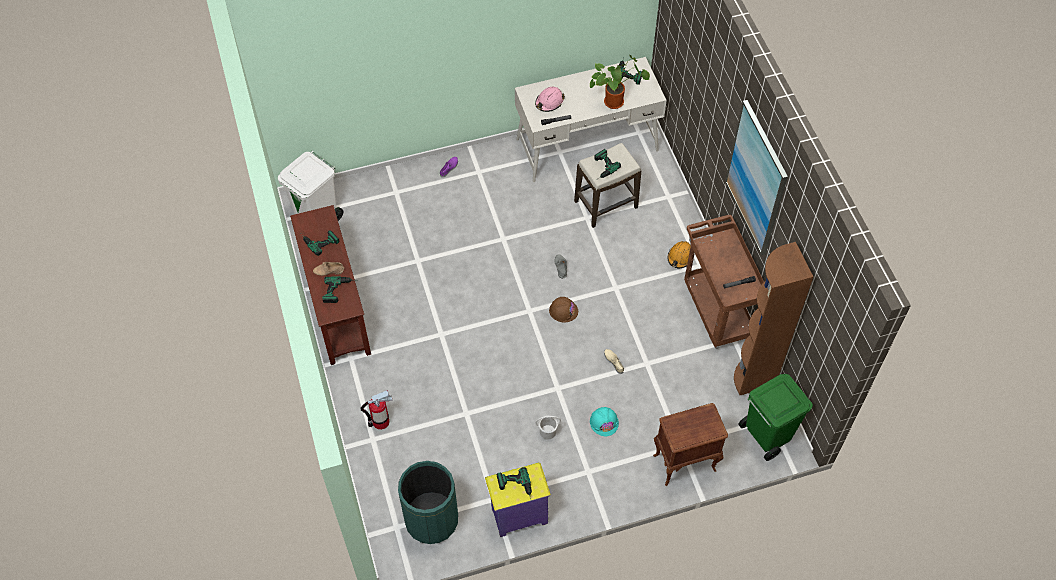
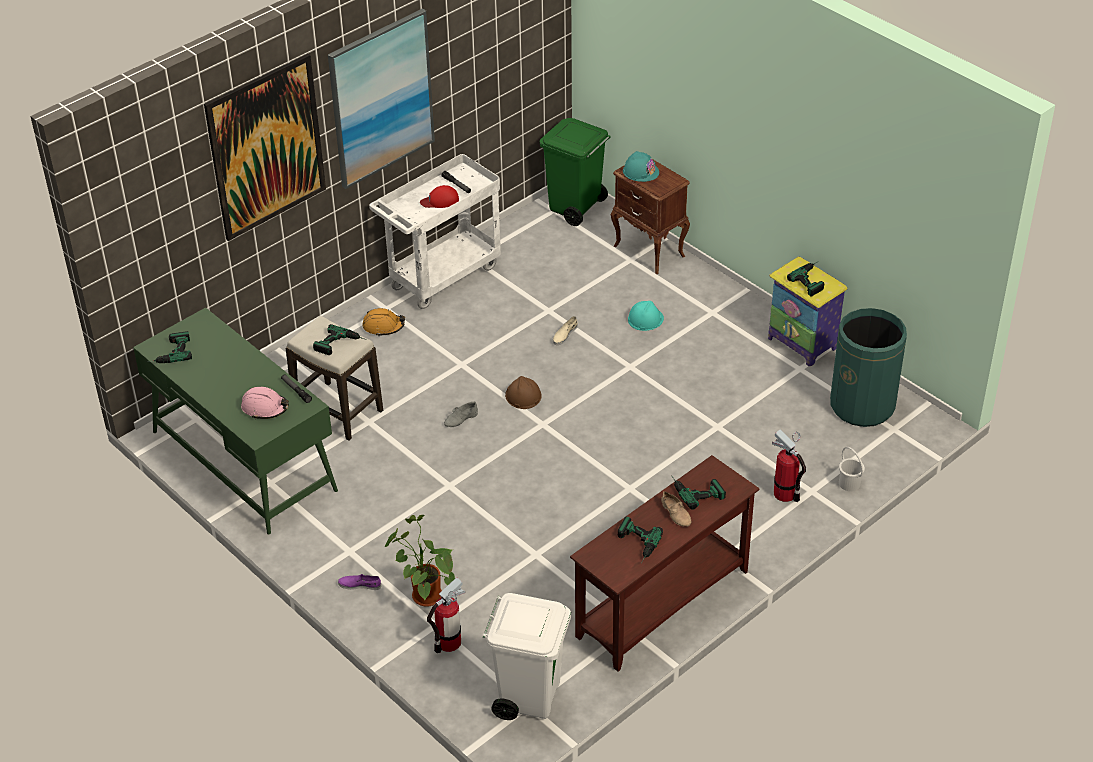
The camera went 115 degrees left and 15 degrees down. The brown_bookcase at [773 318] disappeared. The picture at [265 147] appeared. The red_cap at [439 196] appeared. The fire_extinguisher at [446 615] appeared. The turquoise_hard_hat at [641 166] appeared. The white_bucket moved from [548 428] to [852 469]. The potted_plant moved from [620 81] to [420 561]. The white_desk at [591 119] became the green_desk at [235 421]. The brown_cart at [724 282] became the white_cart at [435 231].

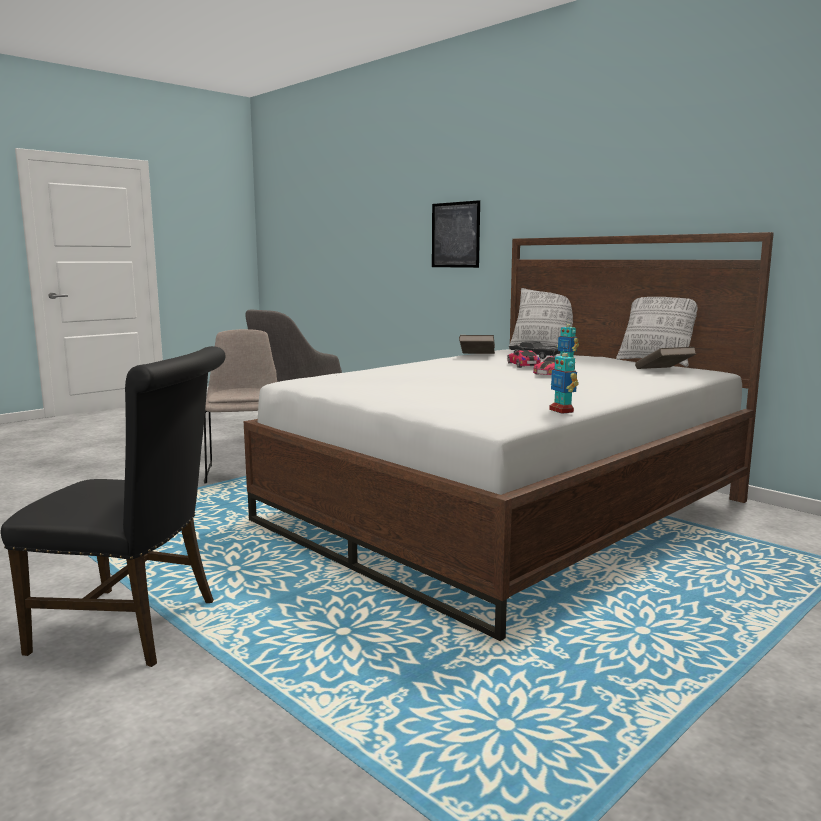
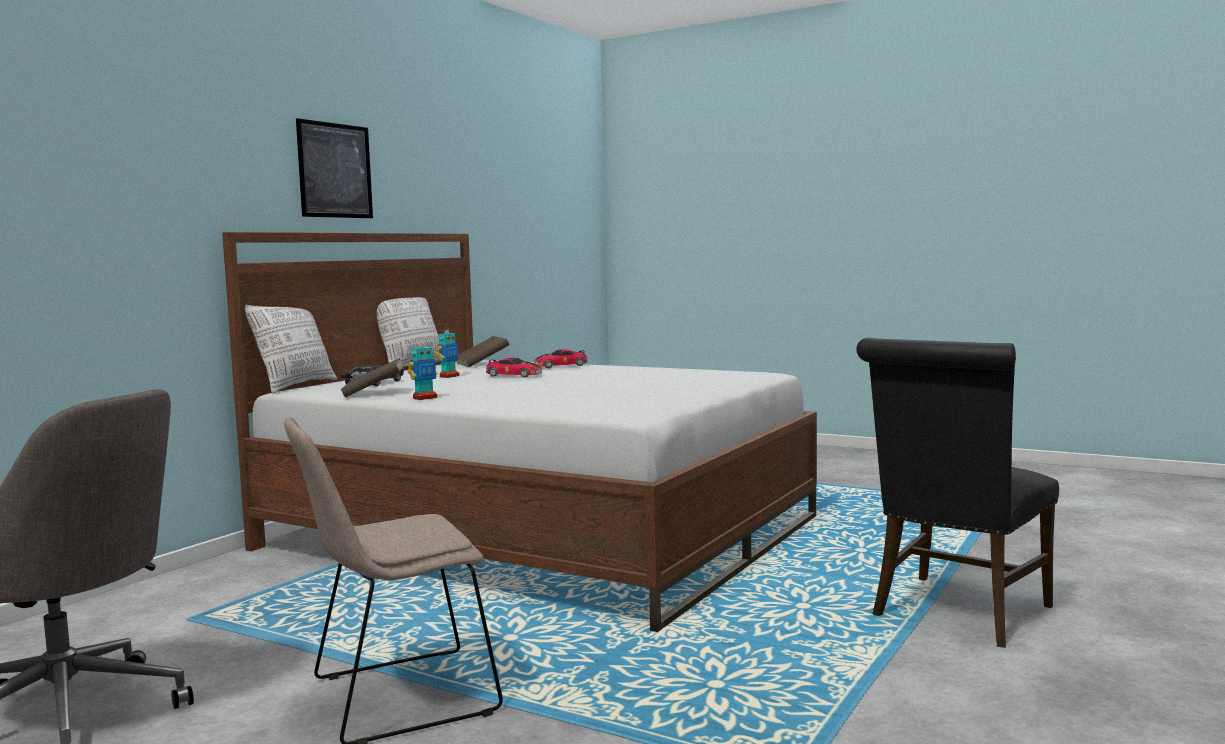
The camera went 105 degrees left and 5 degrees down. The picture moved from [456 234] to [334 168]. The toy_car moved from [524 359] to [561 358]. The toy_robot moved from [564 380] to [423 369]. The black_chair at [113 506] turned 135 degrees counterclockwise.

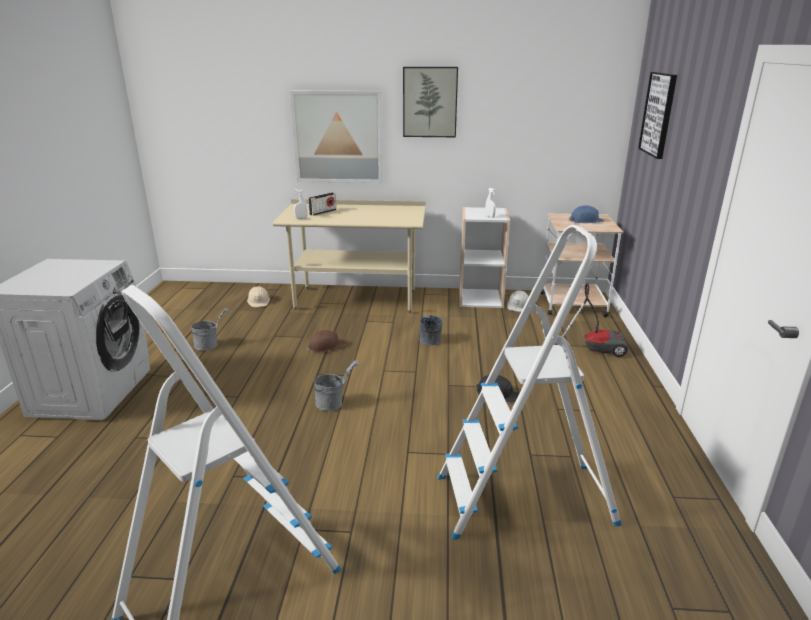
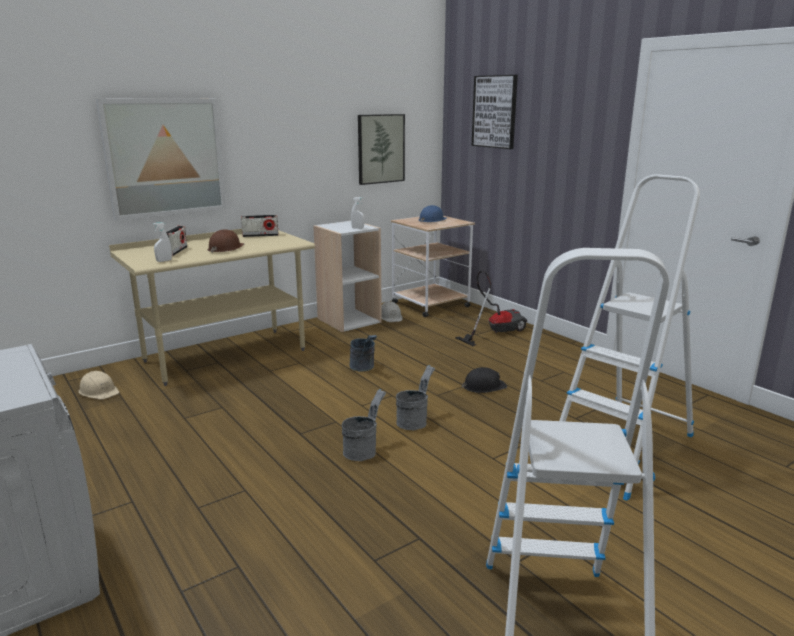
The camera went 40 degrees left and 5 degrees down. The radio at [260 226] appeared. The grey_bucket moved from [210 329] to [415 397]. The brown_hard_hat moved from [326 341] to [226 241]. The picture moved from [430 102] to [381 149].

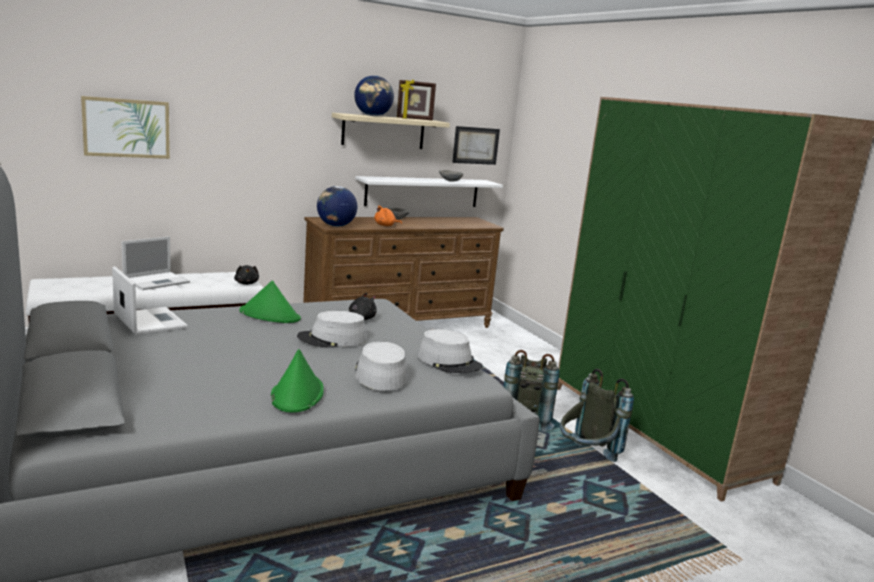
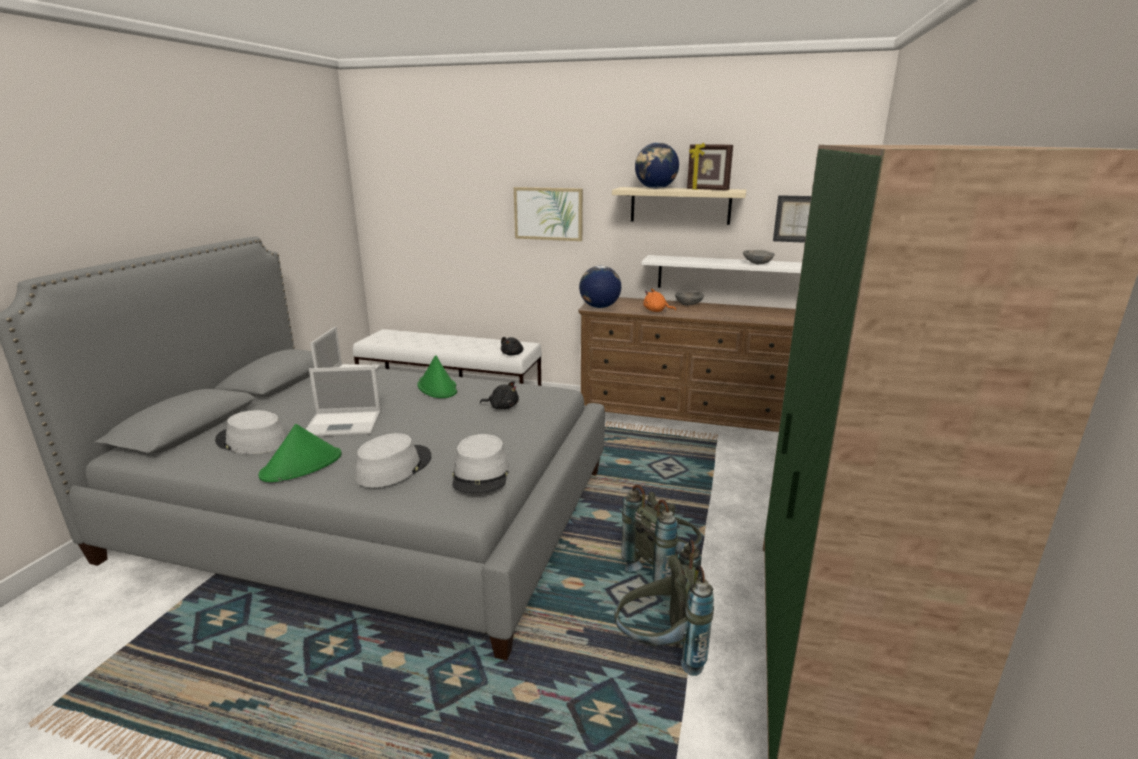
The camera went 45 degrees right and 5 degrees up. The picture moved from [125 127] to [548 214]. The laptop moved from [156 263] to [343 401]. The grey_hat moved from [332 329] to [251 432].

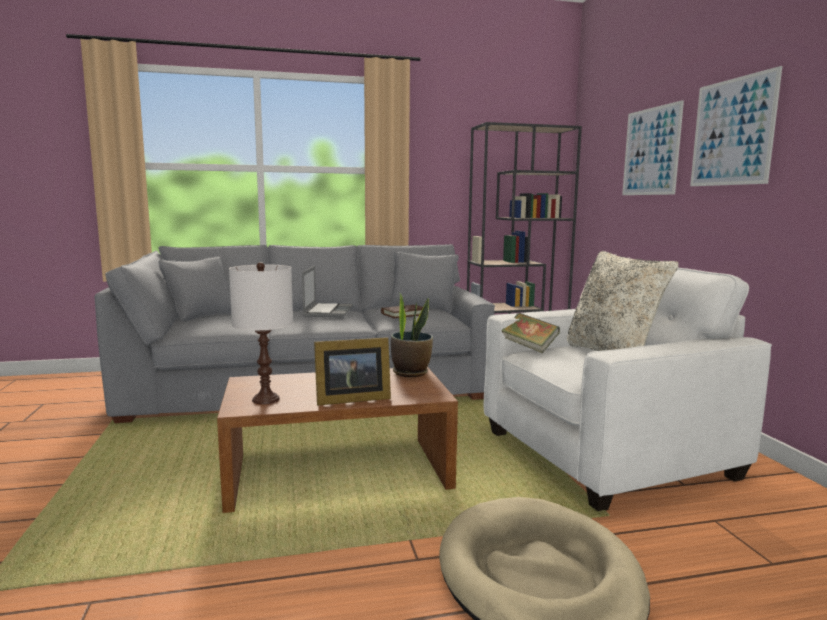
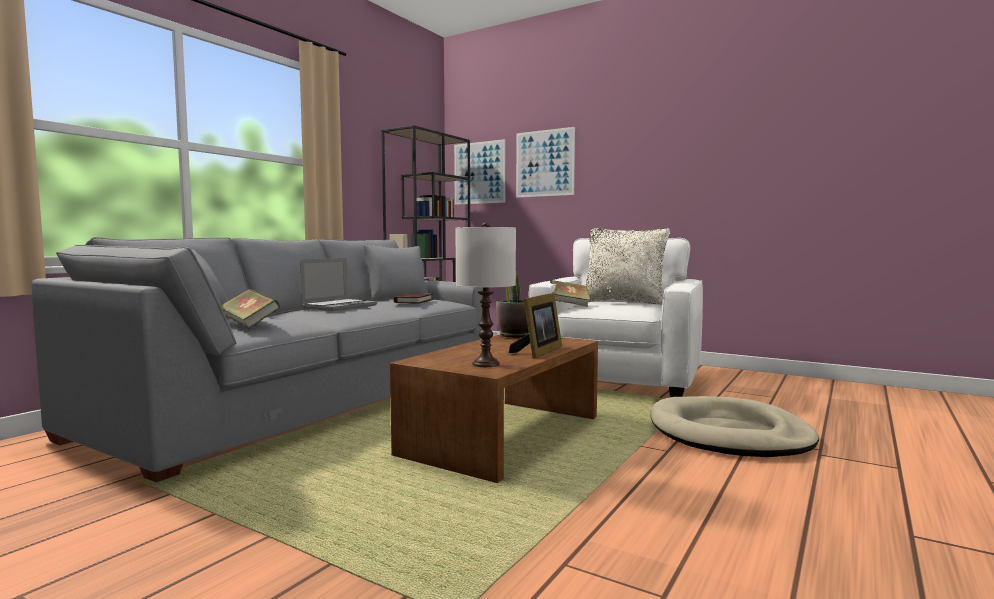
The camera went 45 degrees left and 5 degrees down. The book at [250 308] appeared. The picture moved from [736 126] to [479 172]. The laptop at [327 291] turned 75 degrees clockwise.

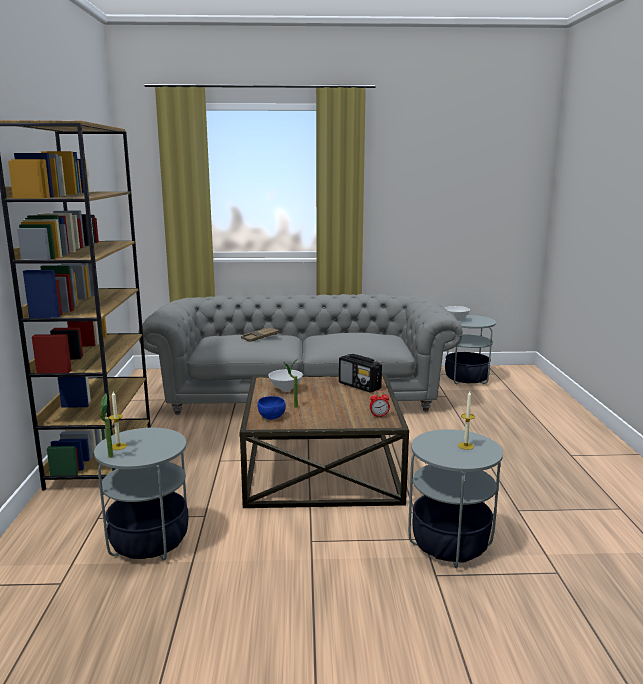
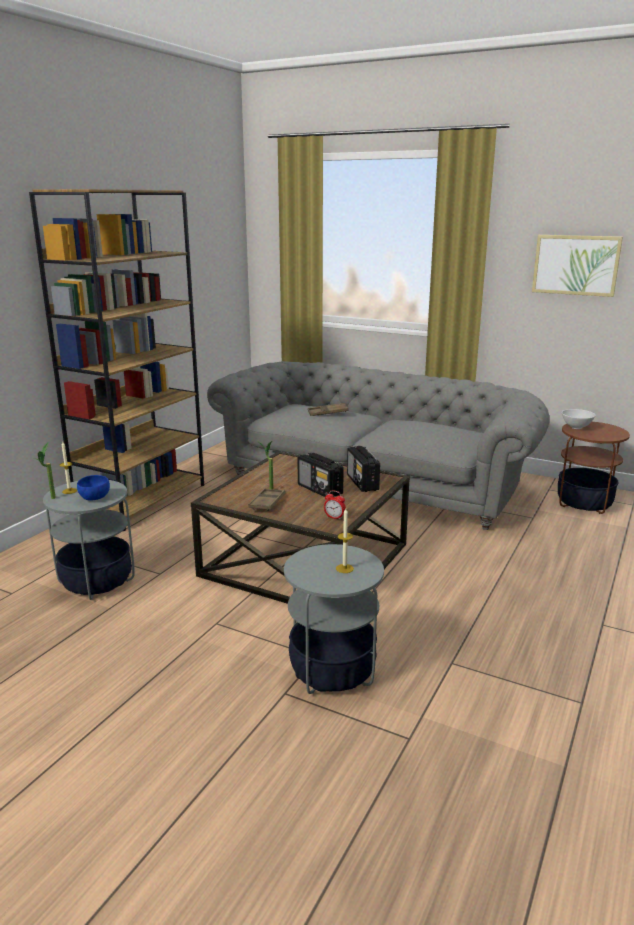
The camera went 30 degrees right and 5 degrees up. The white_bowl at [286 380] disappeared. The brown_tray at [266 499] appeared. The radio at [321 475] appeared. The picture at [577 266] appeared. The blue_bowl moved from [271 408] to [93 488]. The grey_side_table at [470 350] became the brown_side_table at [594 468].

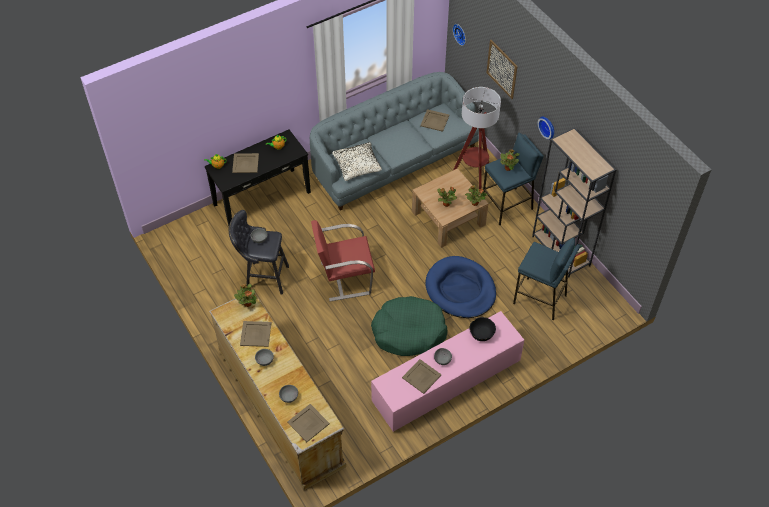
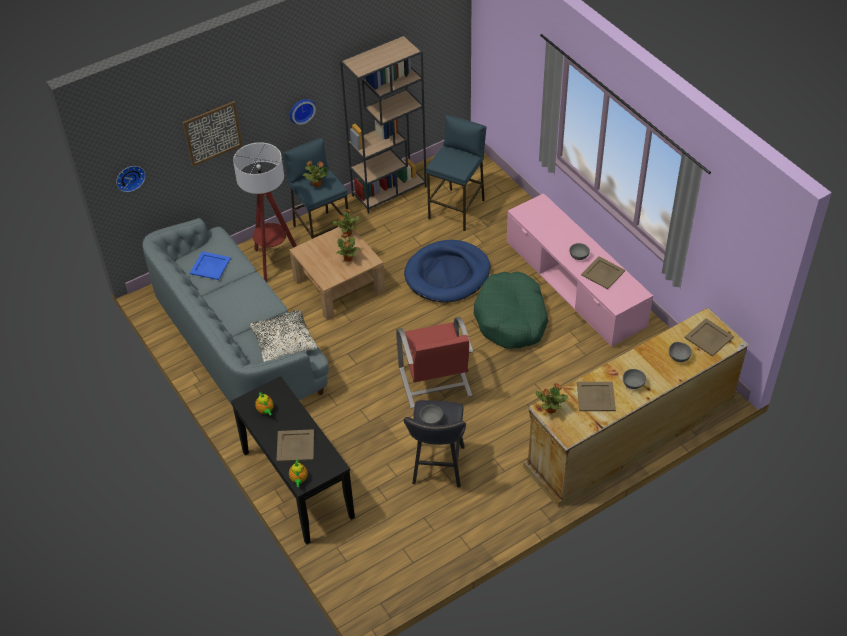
The camera went 90 degrees left and 5 degrees down. The black_bowl at [483 329] disappeared. The beige_tray at [434 120] became the blue_tray at [210 265].

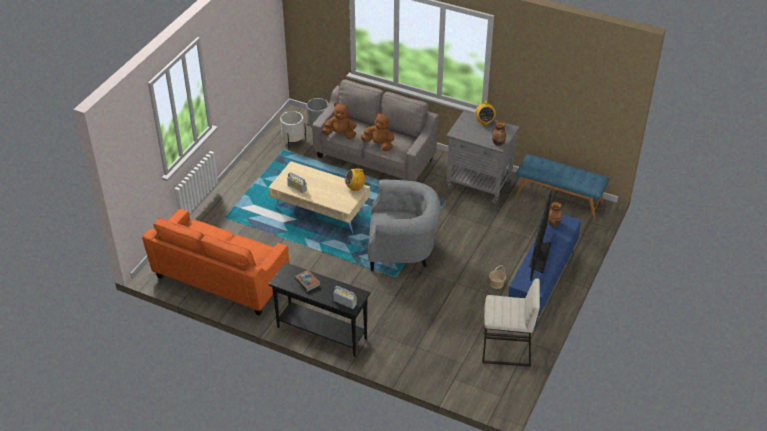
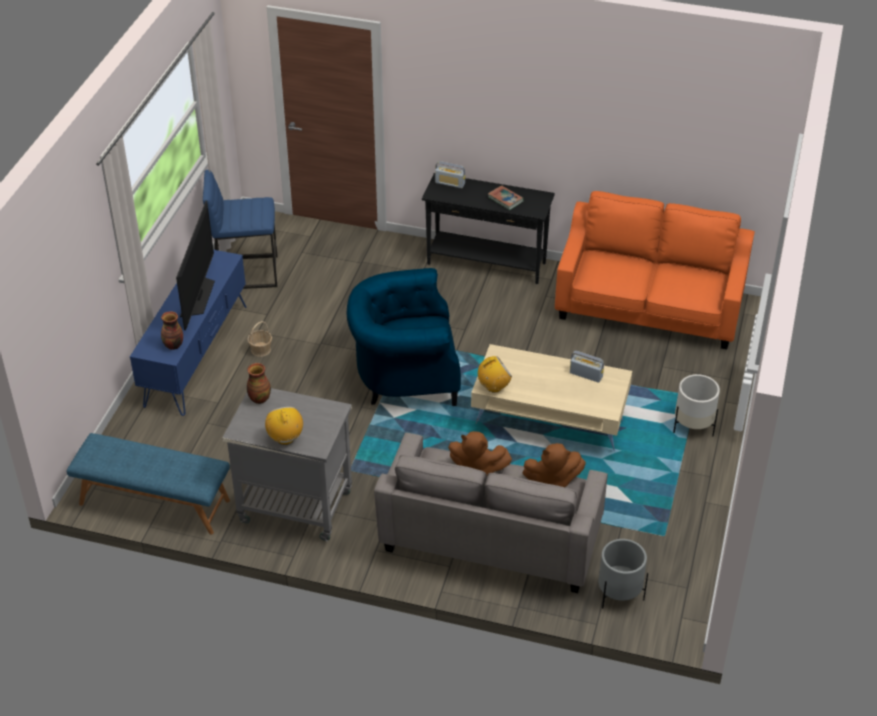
The camera went 170 degrees right and 0 degrees up. The white_planter moved from [293 129] to [696 405]. The grey_armchair at [404 225] became the blue_armchair at [404 337]. The beige_stool at [511 323] became the blue_stool at [240 229].

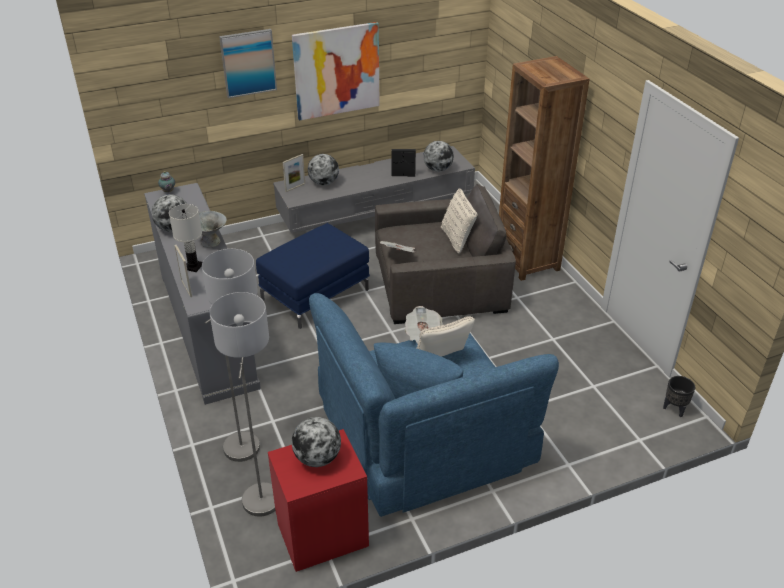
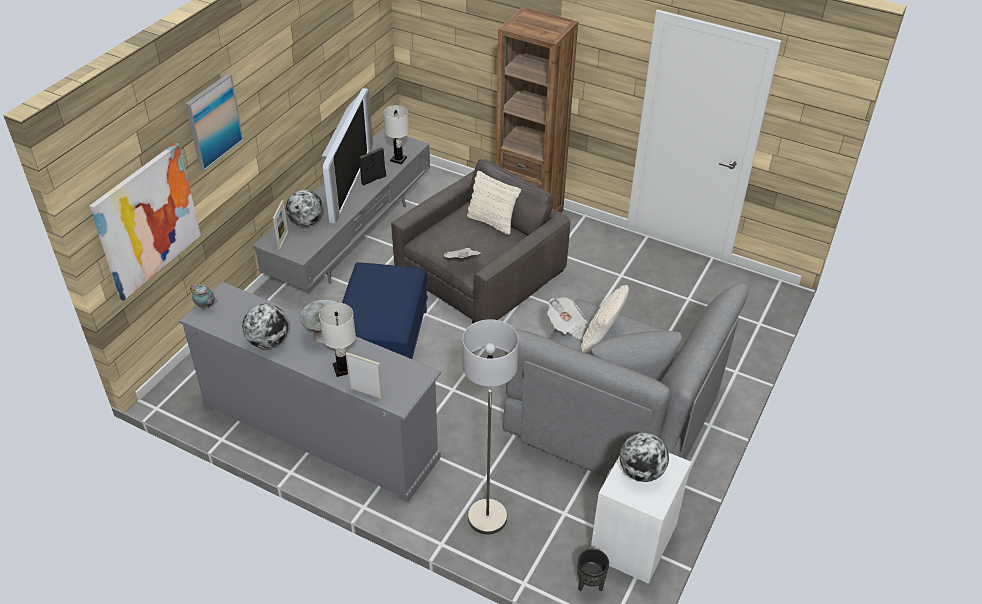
The camera went 40 degrees left and 5 degrees up. The grey_floor_lamp at [242 404] disappeared. The television at [347 156] appeared. The picture moved from [336 71] to [145 221]. The black_planter moved from [679 396] to [593 570]. The globe at [438 156] was replaced by the white_table_lamp at [396 134]. The red_nightstand at [318 500] became the white_nightstand at [641 518]. The blue_sofa at [434 405] became the grey_sofa at [625 380].

